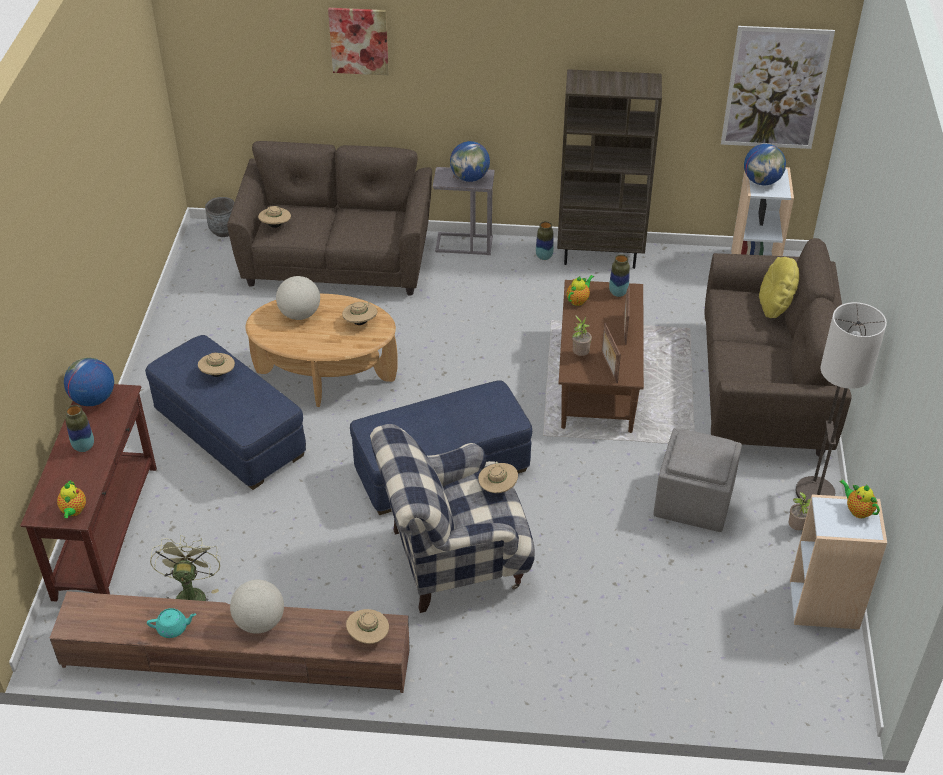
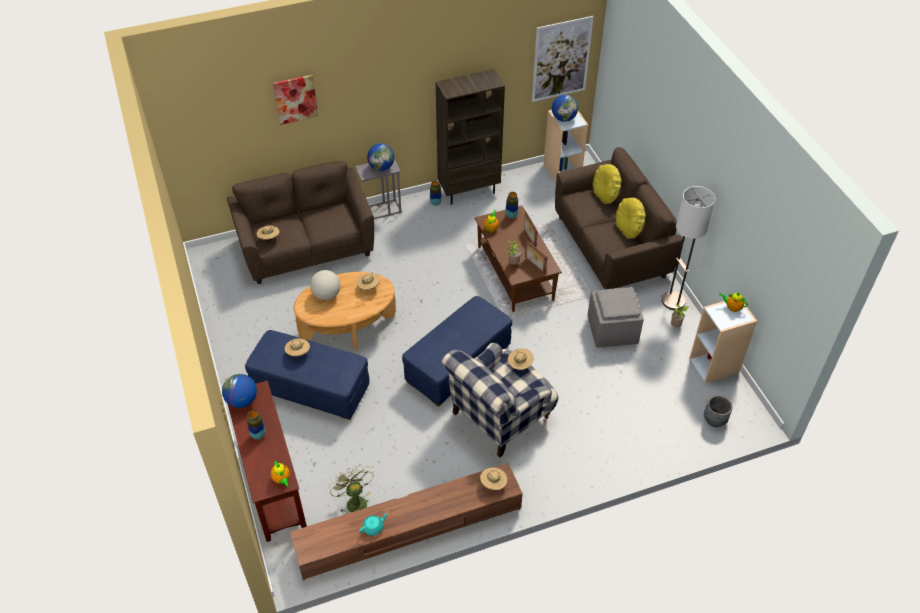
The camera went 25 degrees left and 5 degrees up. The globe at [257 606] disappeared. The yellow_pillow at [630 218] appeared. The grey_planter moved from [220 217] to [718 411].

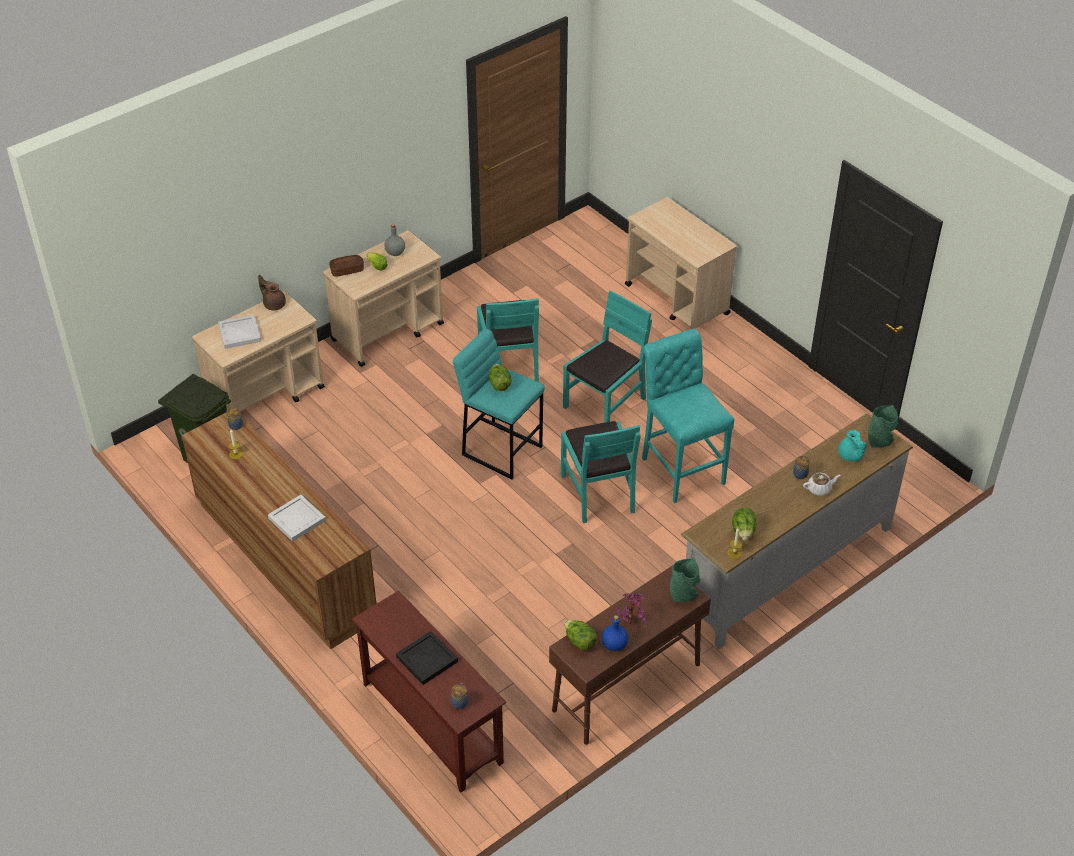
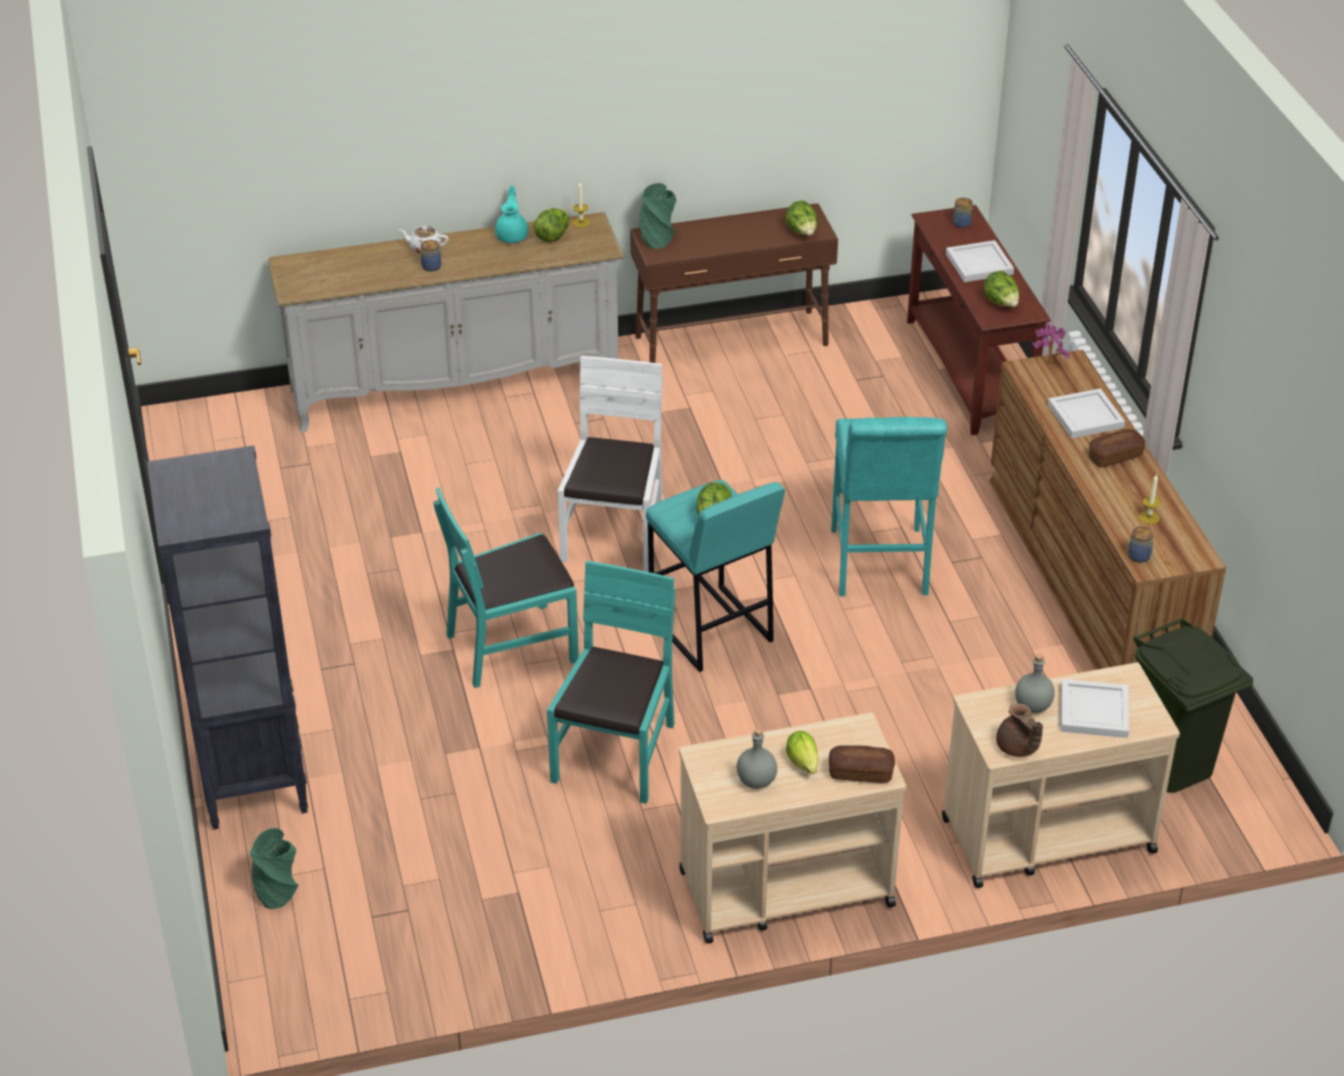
The camera went 155 degrees left and 5 degrees down. The blue_bottle at [615 633] disappeared. The lettuce at [1001 289] appeared. The grey_bottle at [1035 683] appeared. The bread at [1117 448] appeared. The potted_plant moved from [631 608] to [1051 343]. The turquoise_stool moved from [688 416] to [889 506]. The turquoise_teapot moved from [852 445] to [512 214]. The green_vase moved from [883 426] to [274 868]. The beige_cart at [681 263] was replaced by the black_bookcase at [227 637]. The black_tray at [427 658] became the white_tray at [980 261]. The turquoise_chair at [601 472] became the white_chair at [610 464].

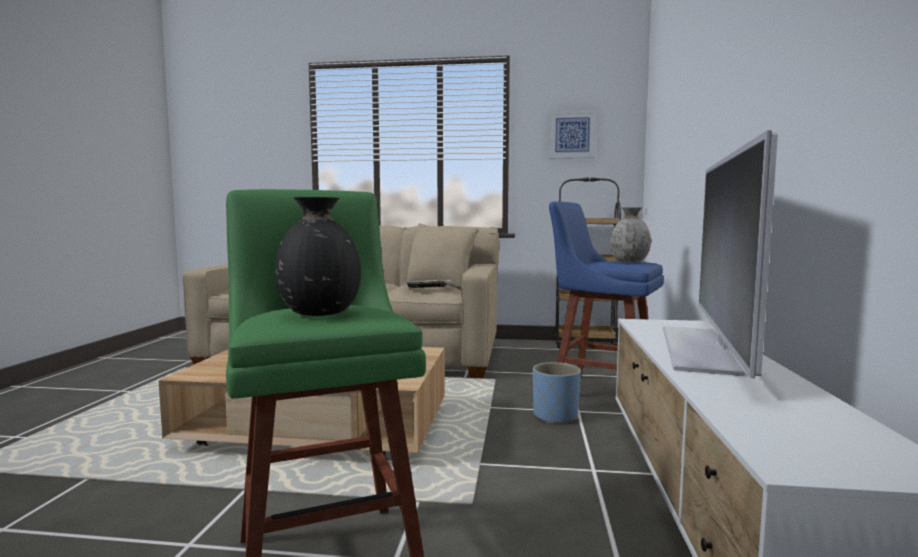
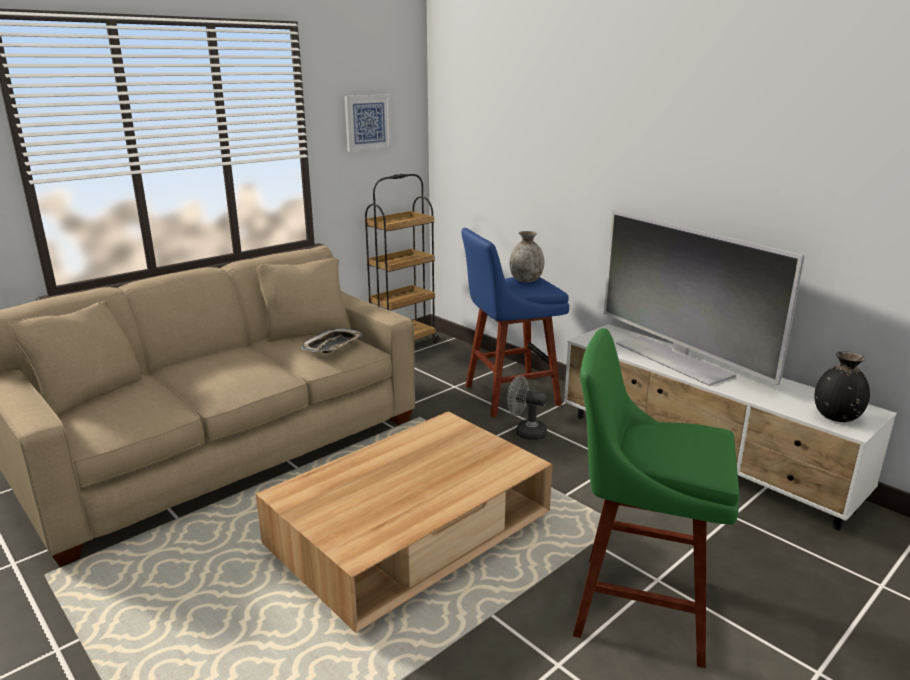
The camera went 50 degrees left and 15 degrees up. The black_vase moved from [318 256] to [842 386]. The blue_planter at [557 393] was replaced by the grey_fan at [527 407].

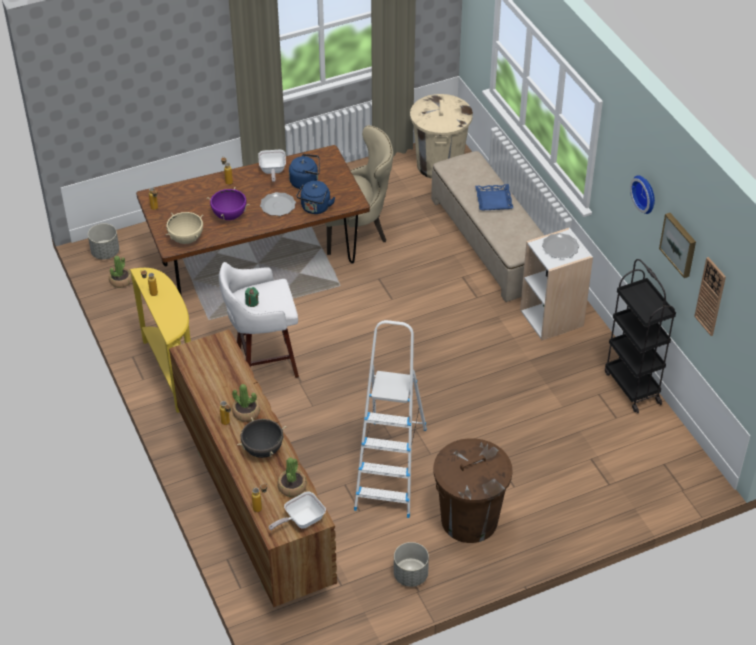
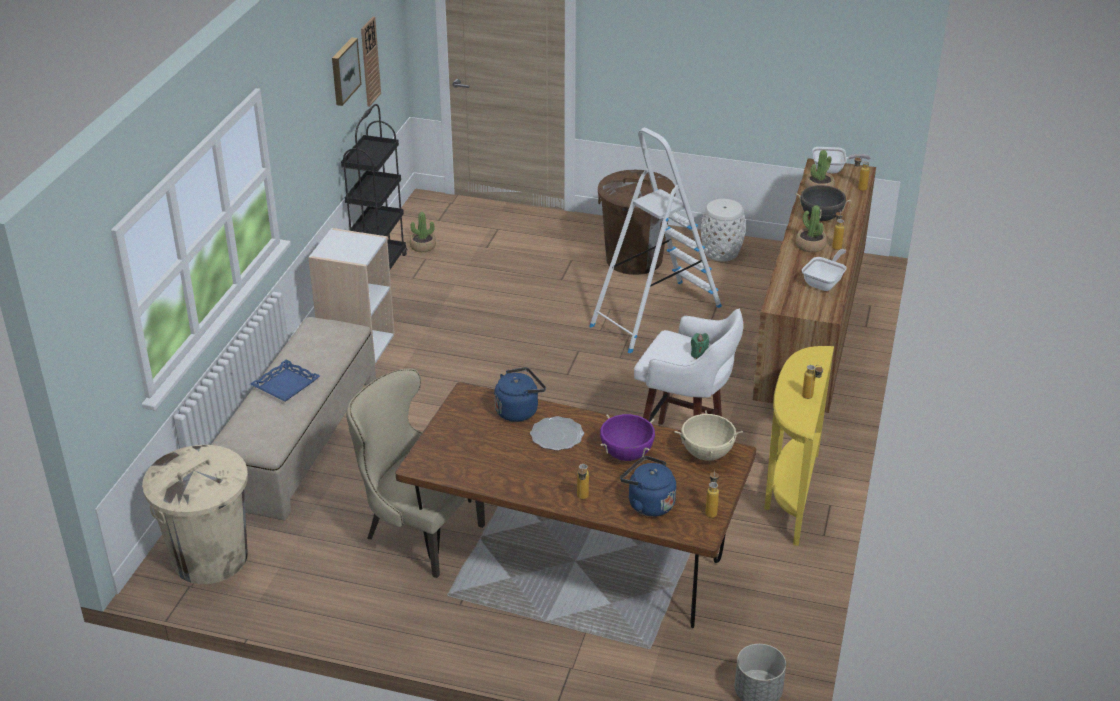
The camera went 140 degrees left and 10 degrees down. The plate at [560 246] disappeared. The wall_clock at [642 194] disappeared. The potted_plant moved from [120 272] to [423 232]. The frying_pan moved from [272 166] to [824 270]. The blue_kettle moved from [304 171] to [648 486]. The grey_planter at [411 564] was replaced by the white_stool at [723 230].

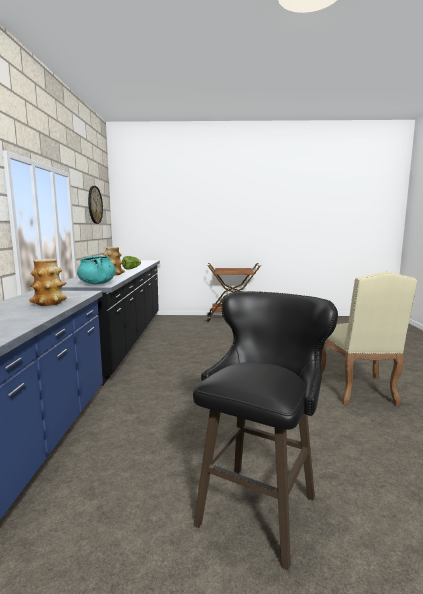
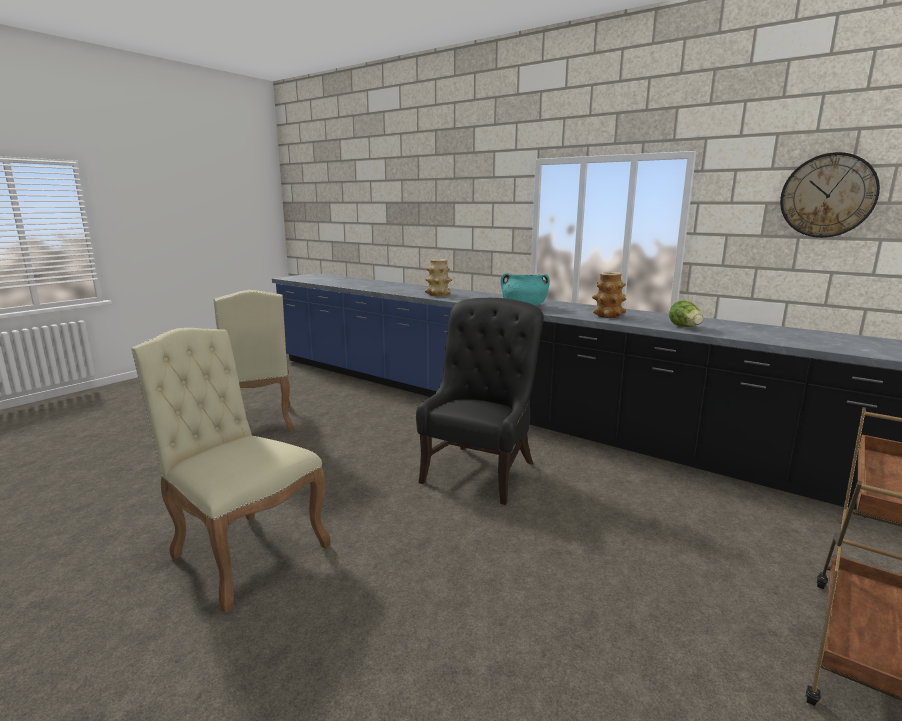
The camera went 125 degrees right and 5 degrees up. The black_chair at [480 401] appeared. The black_stool at [265 430] was replaced by the beige_chair at [253 361].

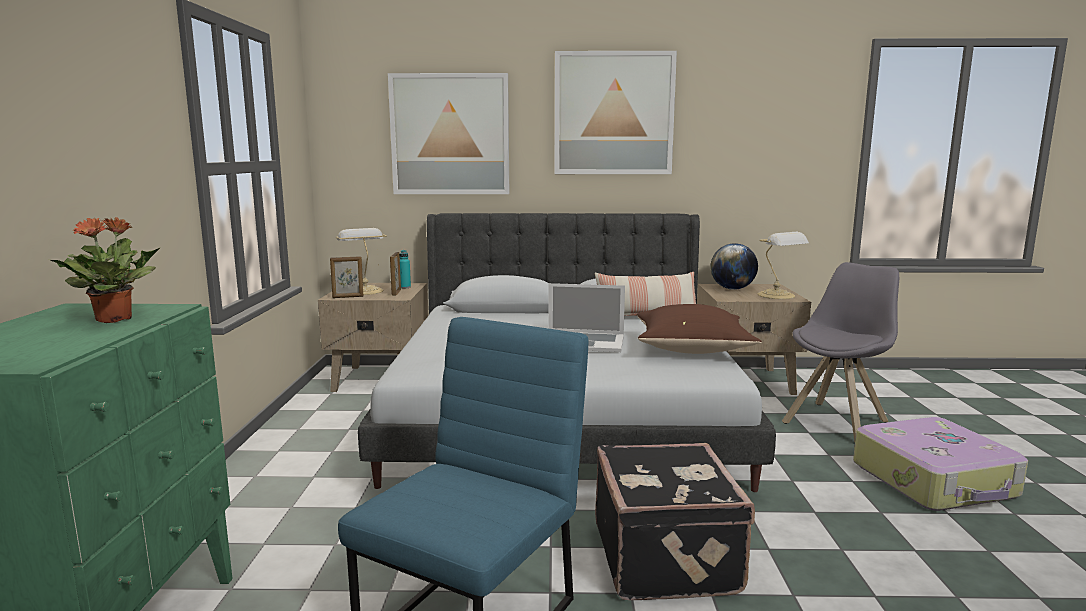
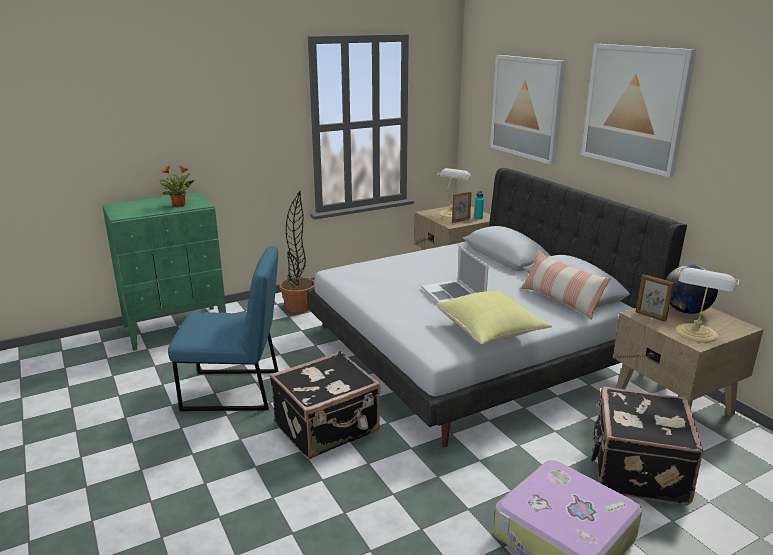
The camera went 60 degrees right and 10 degrees up. The potted_plant at [297 252] appeared. The picture_frame moved from [346 277] to [655 298]. The grey_chair at [840 352] was replaced by the black_suitcase at [647 446]. The brown_pillow at [699 329] became the yellow_pillow at [494 317].

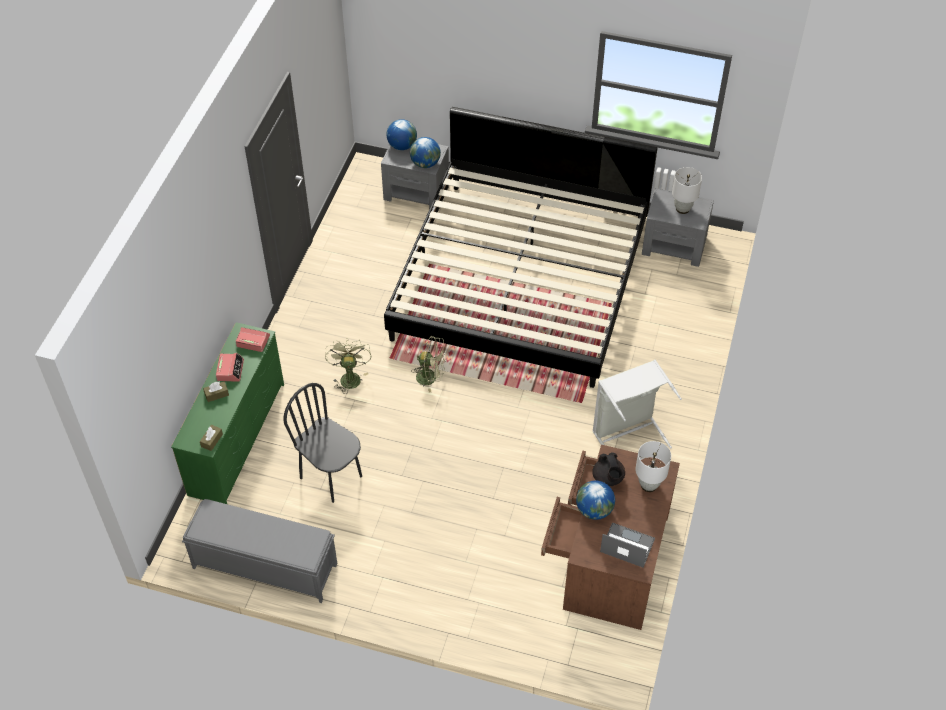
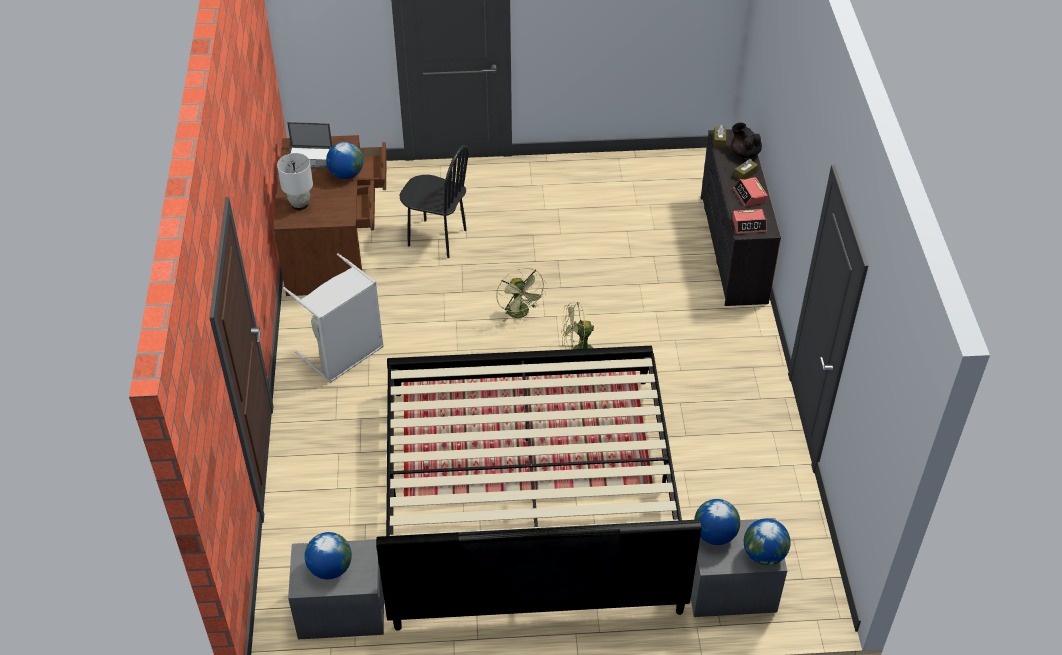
The camera went 160 degrees right and 5 degrees down. The grey_bench at [259 551] disappeared. The black_chair moved from [322 443] to [434 201]. The green_fan moved from [348 366] to [521 295]. The black_teapot moved from [608 469] to [746 140]. The white_table_lamp at [687 190] was replaced by the globe at [328 555]. The green_dresser at [227 413] became the black_dresser at [741 217].

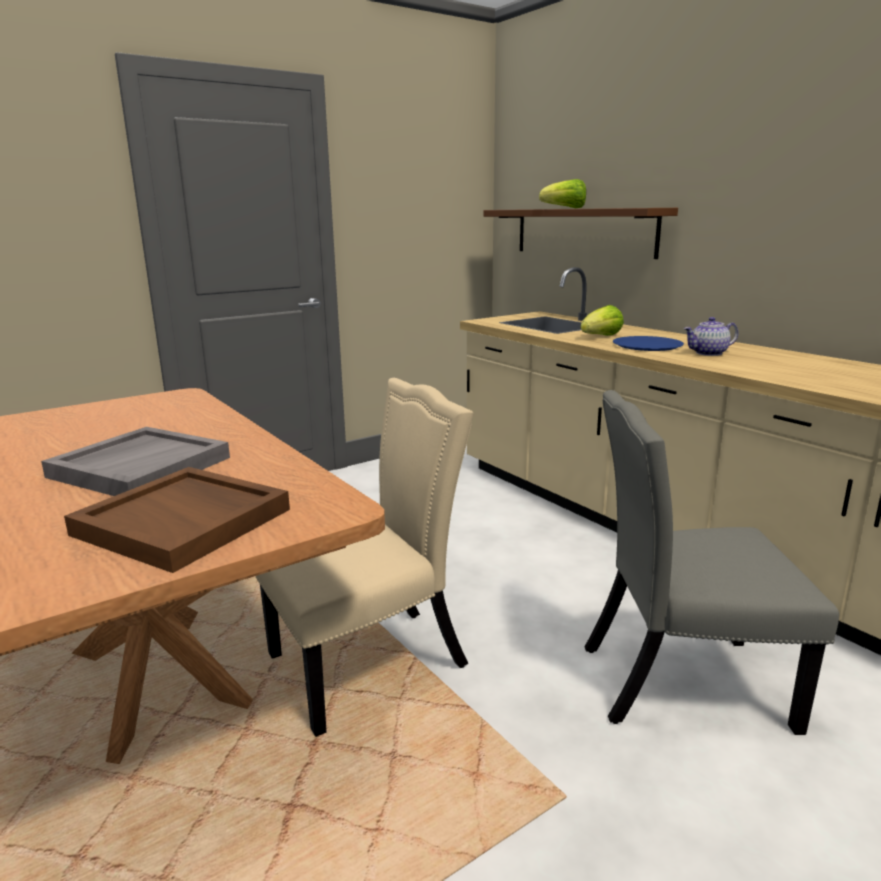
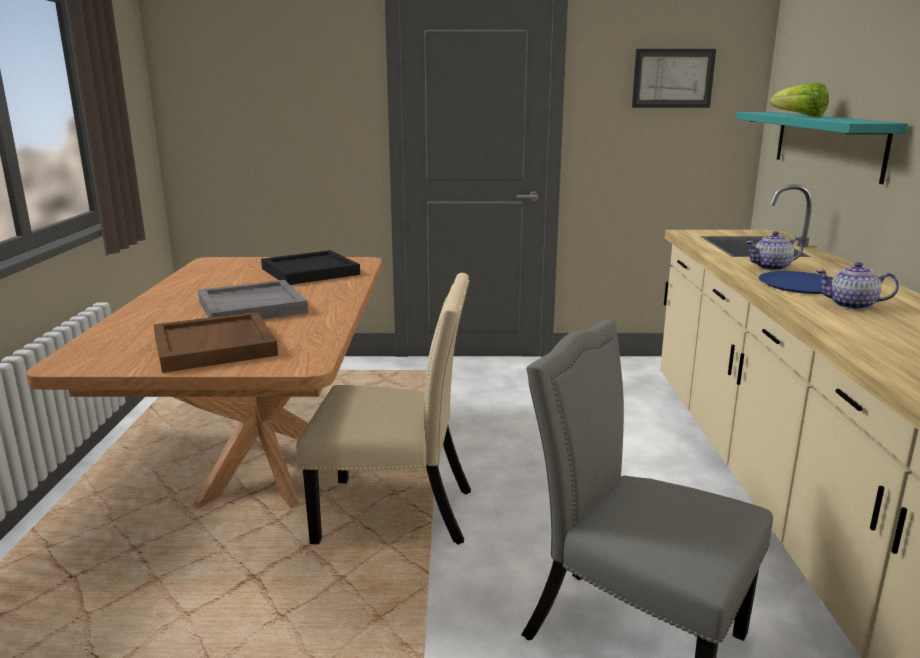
The camera went 35 degrees right and 0 degrees up. The black_tray at [310 267] appeared. The picture at [674 78] appeared. The lettuce at [602 320] was replaced by the teapot at [774 251]. The brown_shelf at [580 233] became the turquoise_shelf at [821 148].

